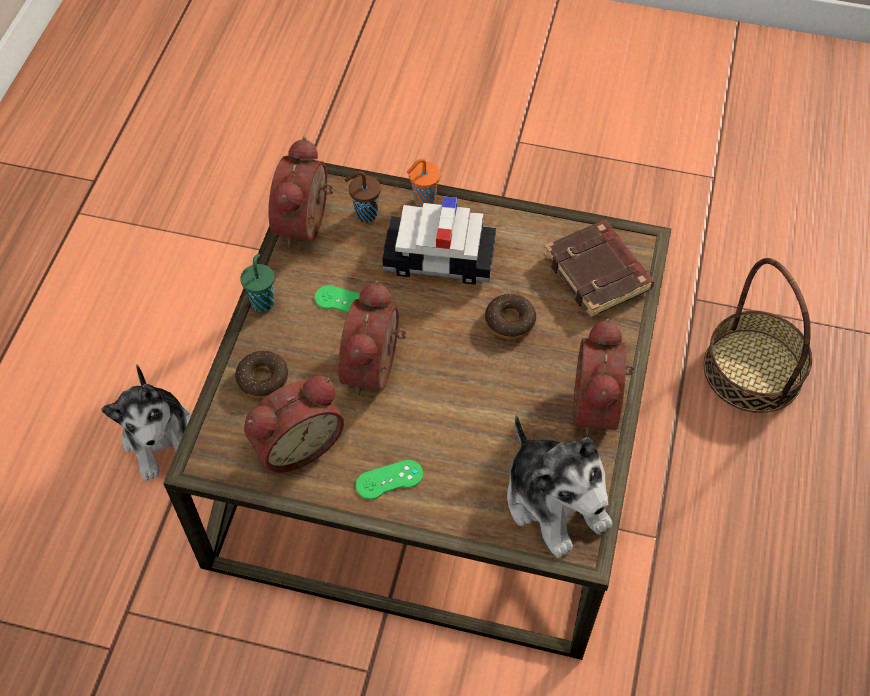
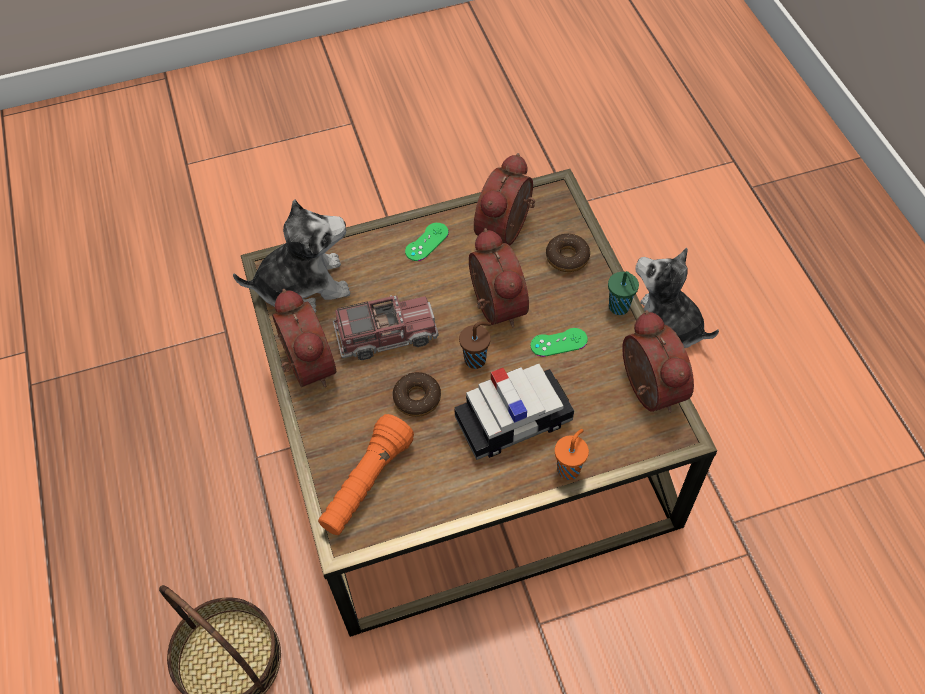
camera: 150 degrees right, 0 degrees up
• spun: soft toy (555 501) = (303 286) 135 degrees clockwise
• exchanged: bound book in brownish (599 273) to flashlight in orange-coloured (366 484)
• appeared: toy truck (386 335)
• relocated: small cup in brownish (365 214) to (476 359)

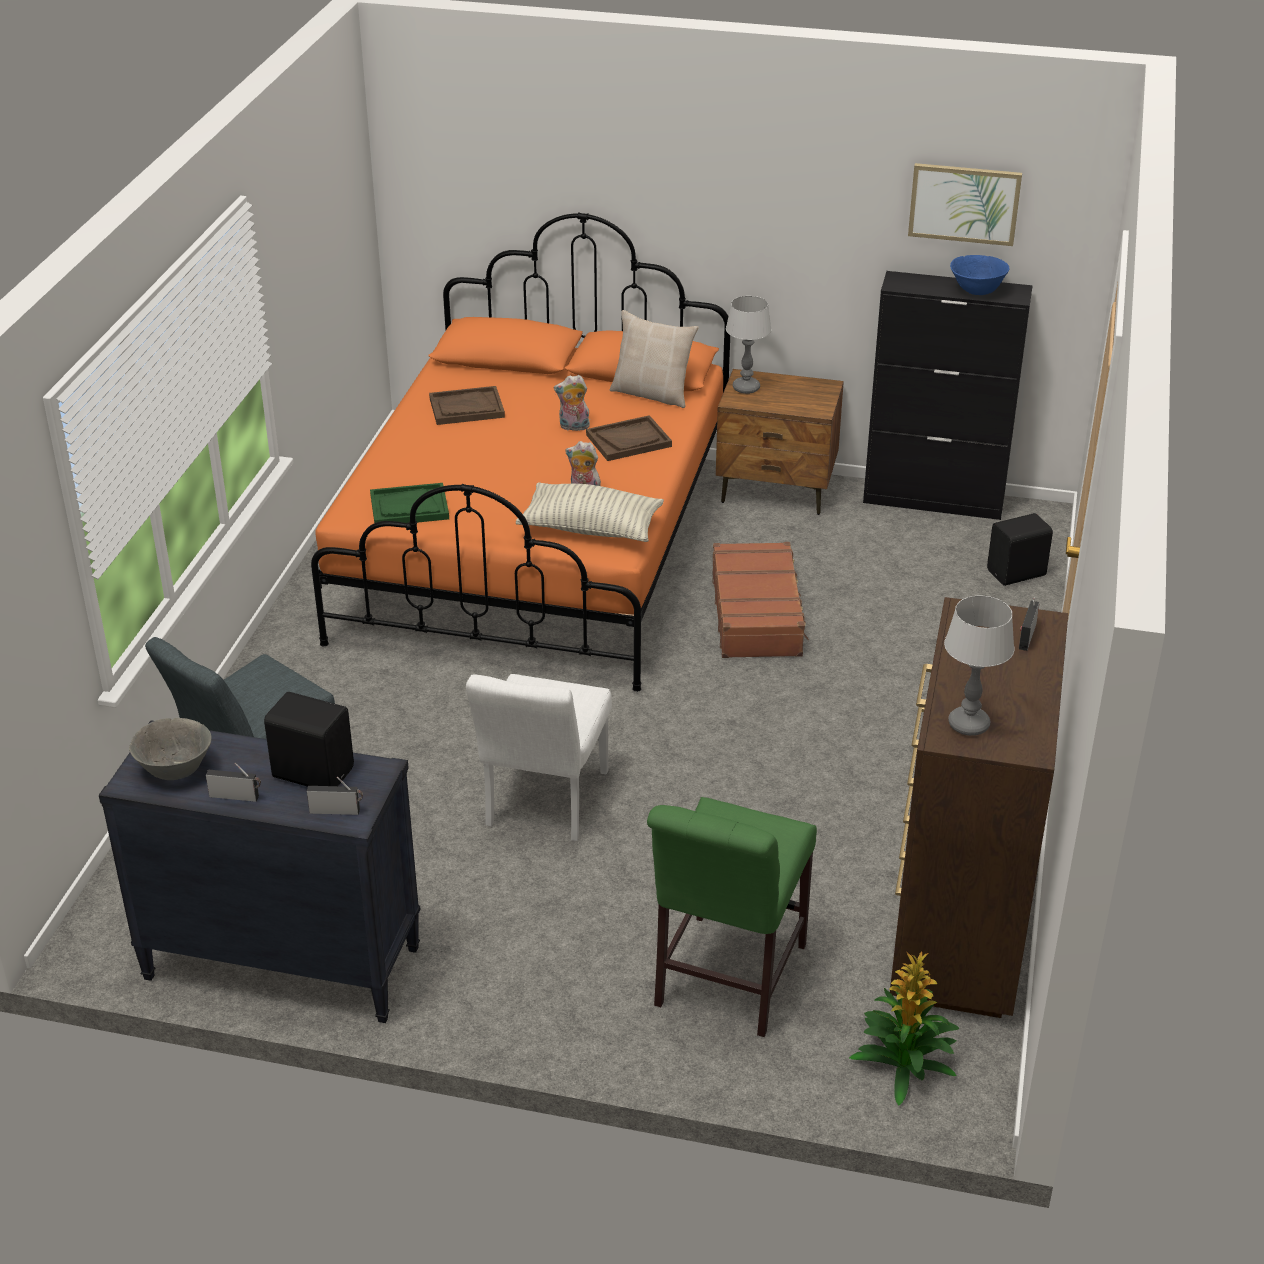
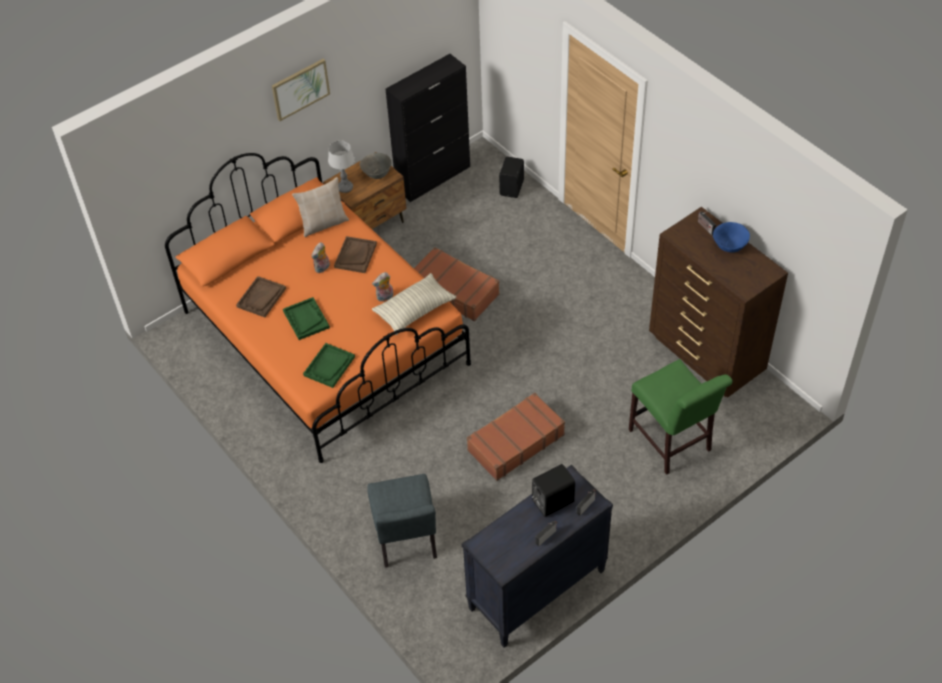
camera: 50 degrees left, 15 degrees up
• relocated: picture (964 203) to (300 89)
• appeared: carrying tray in greenish (306 319)
• relocated: serving bowl in greyish (175 770) to (377 174)
• exchanged: plain chair in whitish (543 805) to piece of luggage in brownish (515 442)
• relocated: serving bowl in blue (976 292) to (729 247)
• missing: potted plant (904 1063)
• missing: tabletop lamp (968 725)

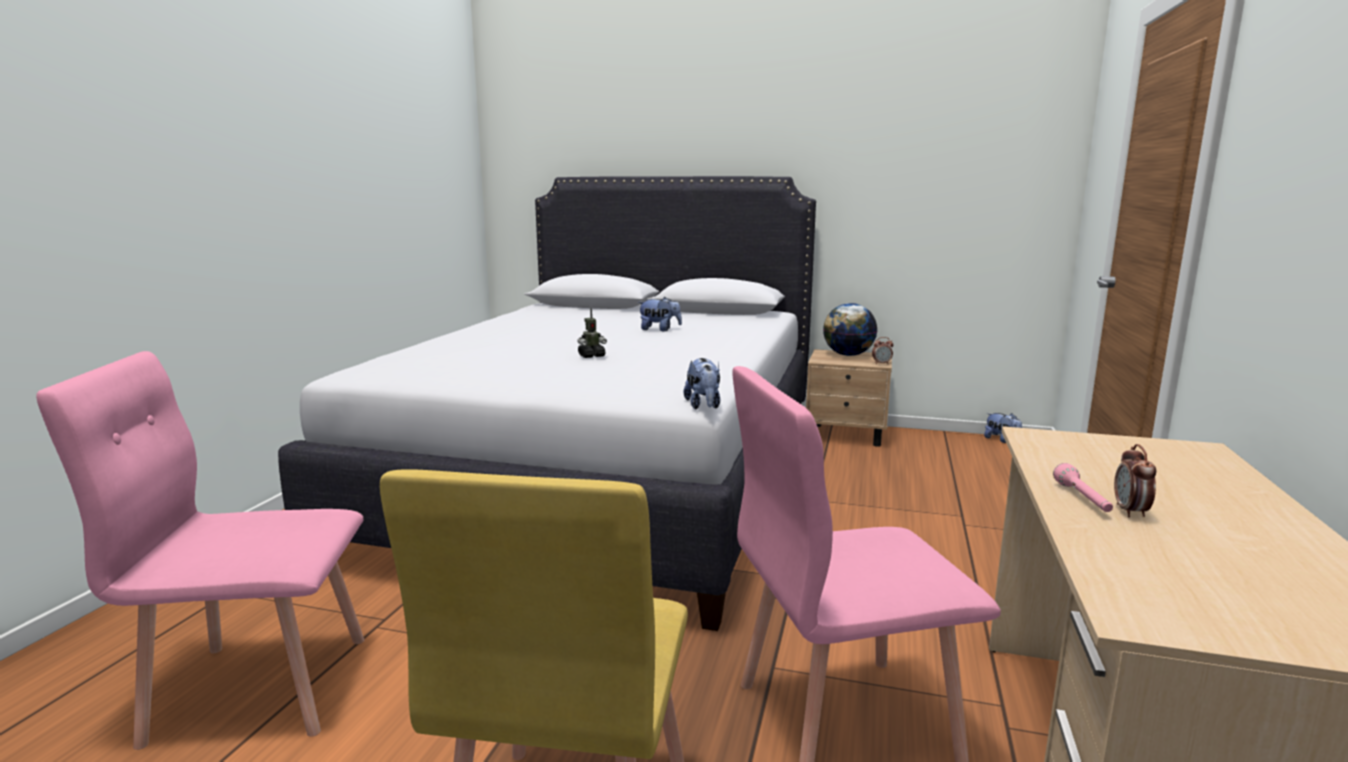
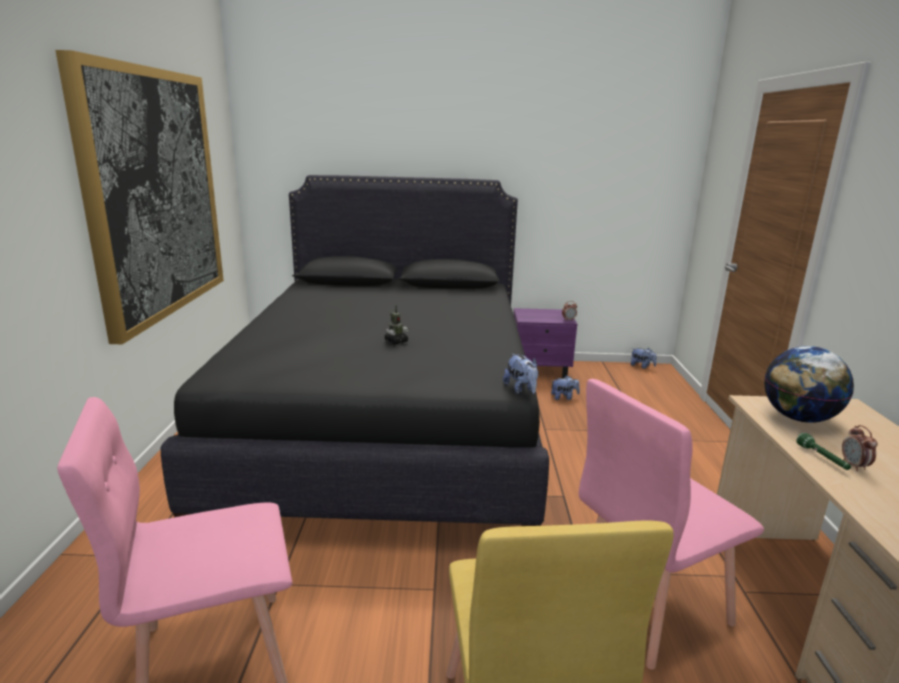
camera: 15 degrees left, 5 degrees up
• appeared: picture (154 194)
• colour: bedroom bed in whitish (606 477) to bedroom bed in blackish (386 424)
• colour: night table in beige (847 435) to night table in purple (540 370)
• relocated: soft toy (659 330) to (564 397)
• relocated: globe (848 355) to (798 418)
• colour: flashlight in pink-coloured (1083 499) to flashlight in greenish (822 458)

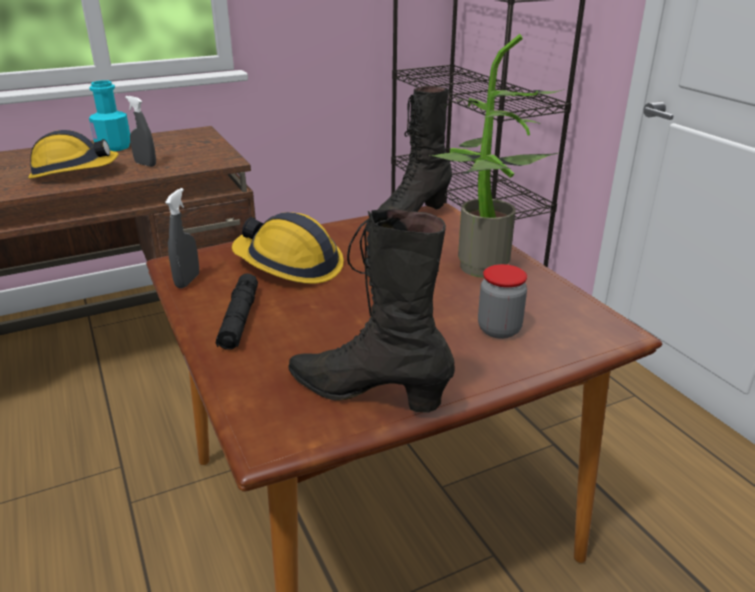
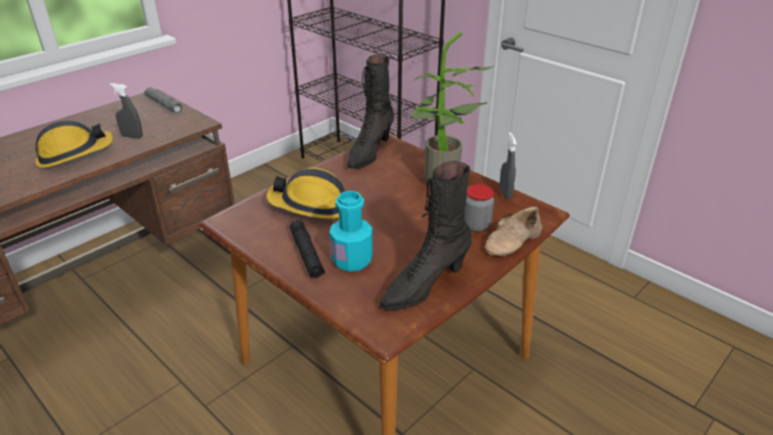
camera: 20 degrees left, 5 degrees up
• appeared: flashlight in greyish (164 104)
• relocated: bottle in blue-green (114 147) to (352 260)
• spun: high-top boot in blackish (367 393) = (424 286) 45 degrees counterclockwise
• appeared: shoe in beige (514 241)
• relocated: sprayer in greyish (187 281) to (505 193)

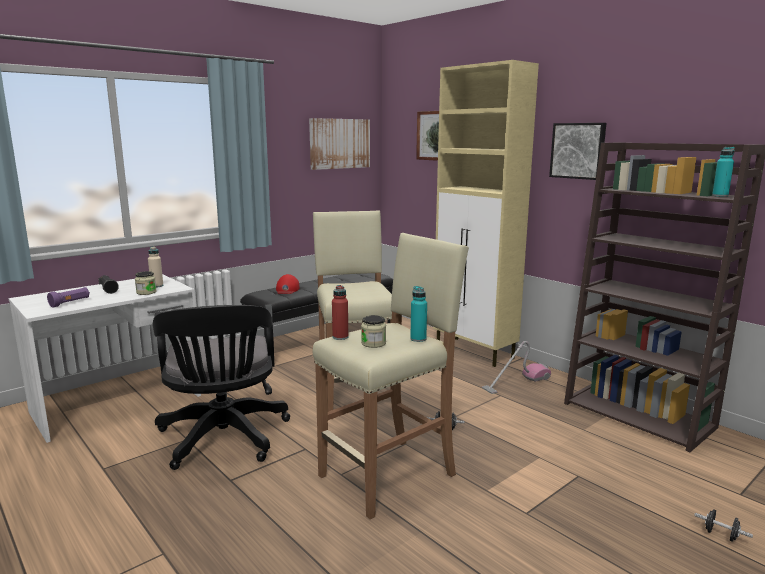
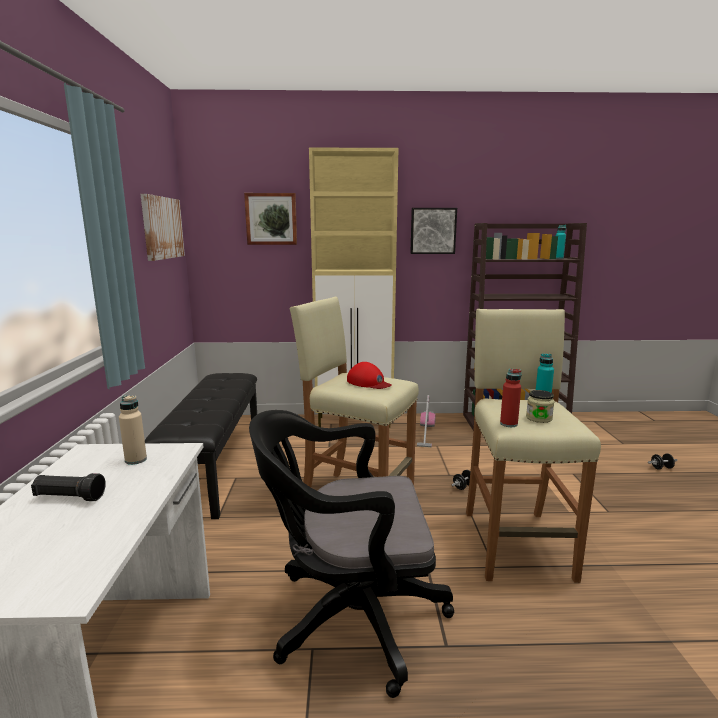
camera: 50 degrees left, 0 degrees up
• spun: computer chair in blackish (223 440) = (349 617) 150 degrees clockwise
• relocated: baseball cap in red-coloured (287 290) to (368 382)
• missing: flashlight in purple (70 303)
• missing: jar (146 292)

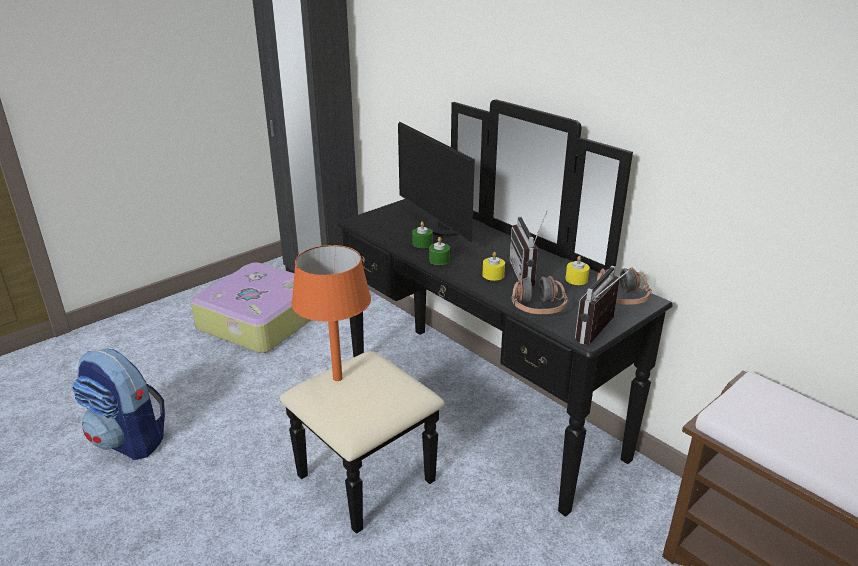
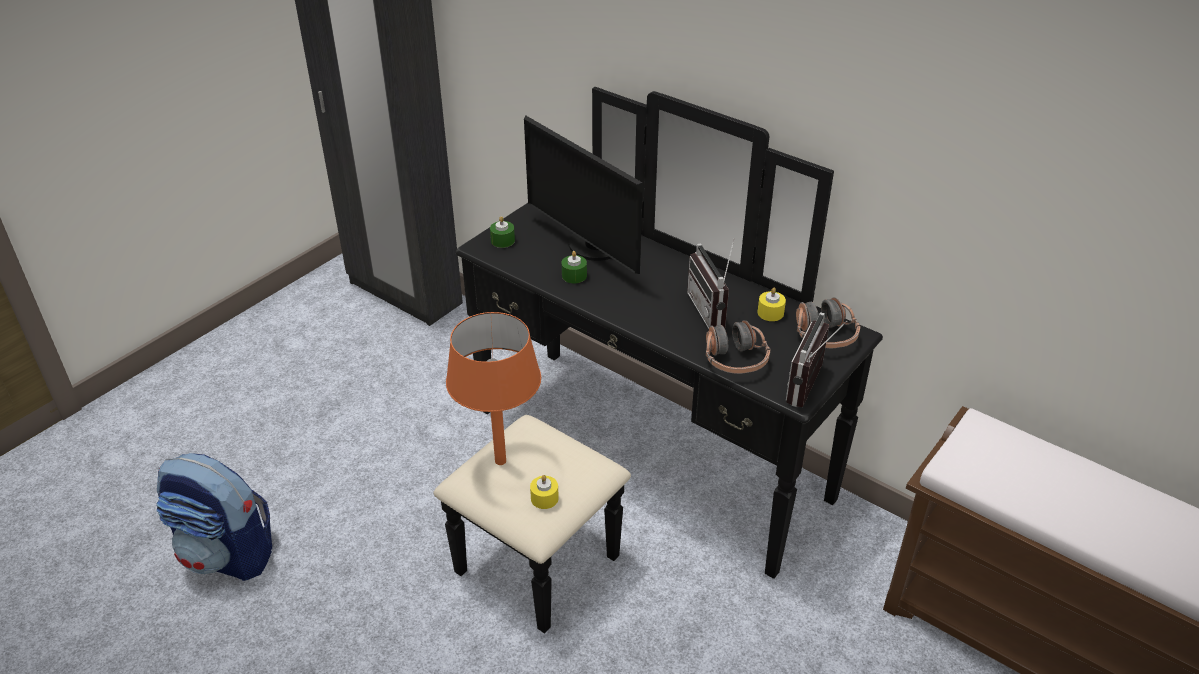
camera: 10 degrees left, 10 degrees up
• relocated: wax candle in greenish (439 260) to (502 240)
• relocated: wax candle in yellowish (493 275) to (544 498)
• missing: piece of luggage (259 320)

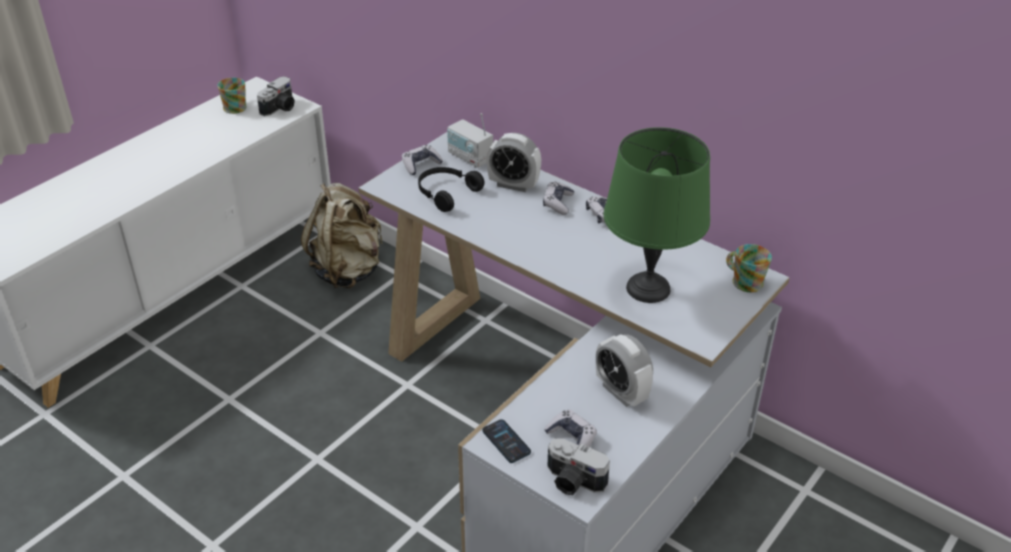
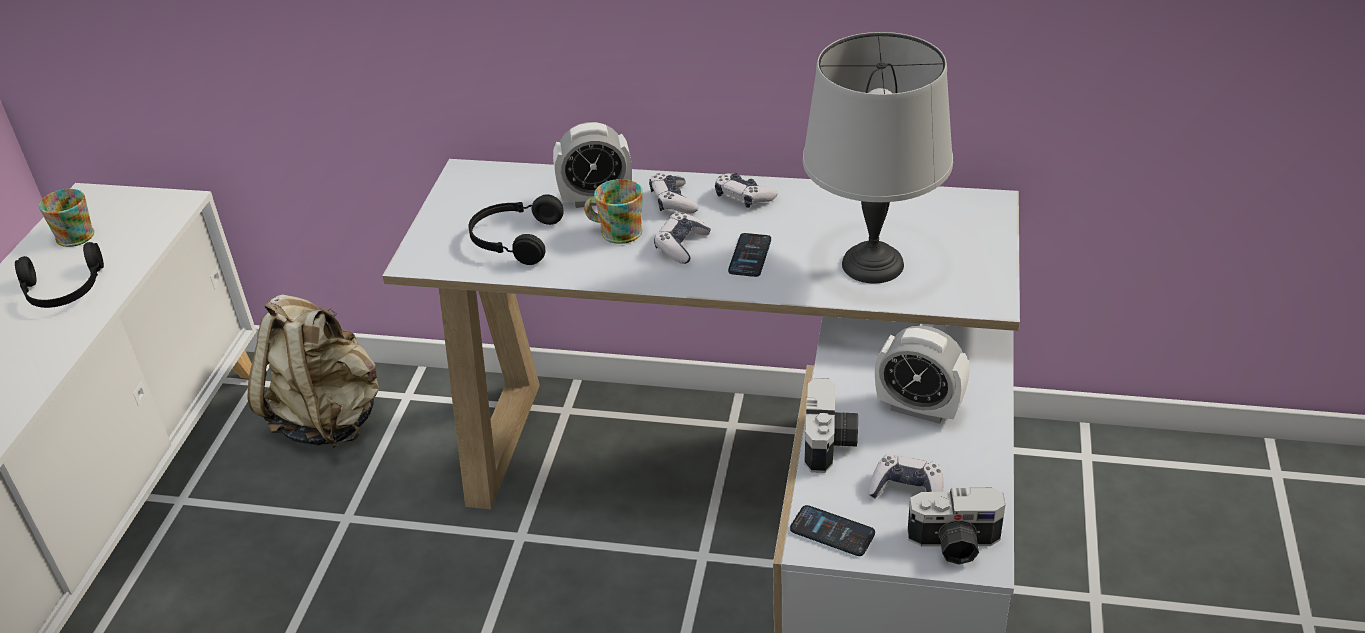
camera: 25 degrees left, 0 degrees up
• appeared: pair of headphones in blackish (64 290)
• relocated: tea mug (743 281) to (616 231)
• relocated: game controller (421 165) to (681 245)
• appeared: telephone (750 256)
• colour: tabletop lamp in greenish (647 289) to tabletop lamp in greyish (872 265)
• relocated: still camera (280 108) to (831 443)
• missing: radio receiver (470 158)

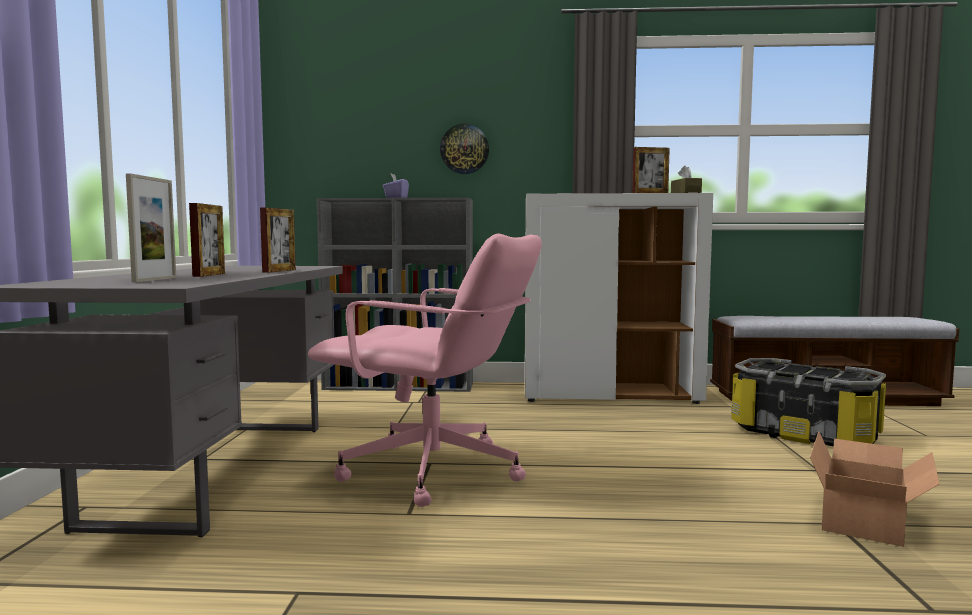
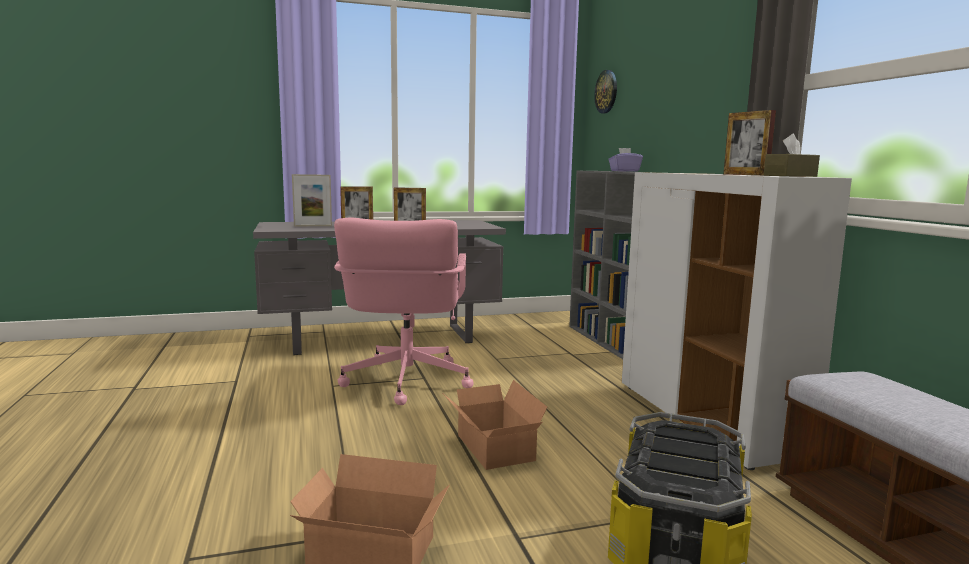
camera: 70 degrees right, 5 degrees up
• appeared: cardboard box (492 449)
• relocated: hanging clock (464 149) to (606 92)

